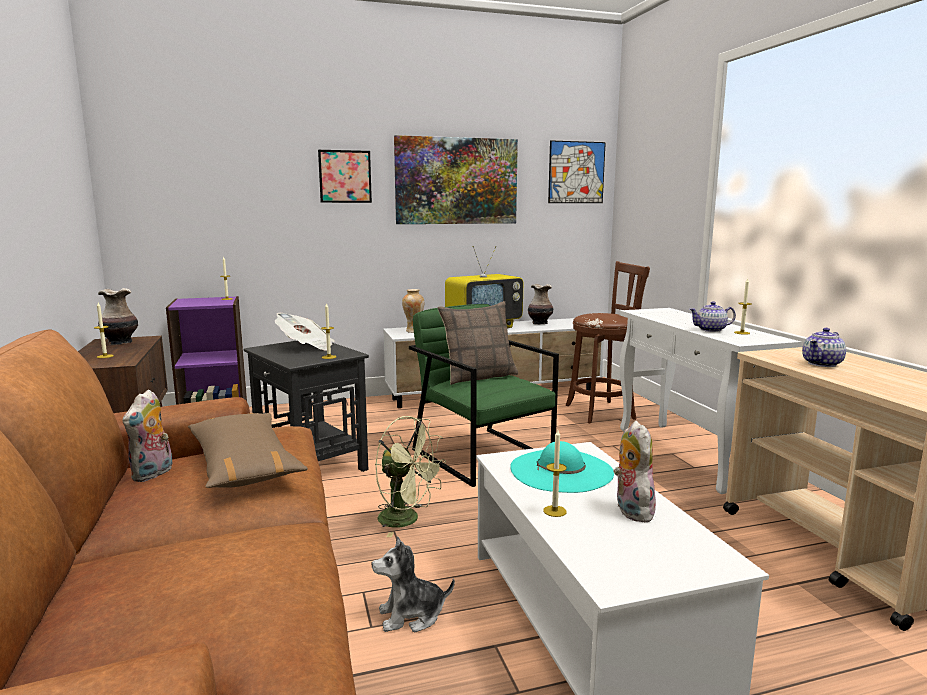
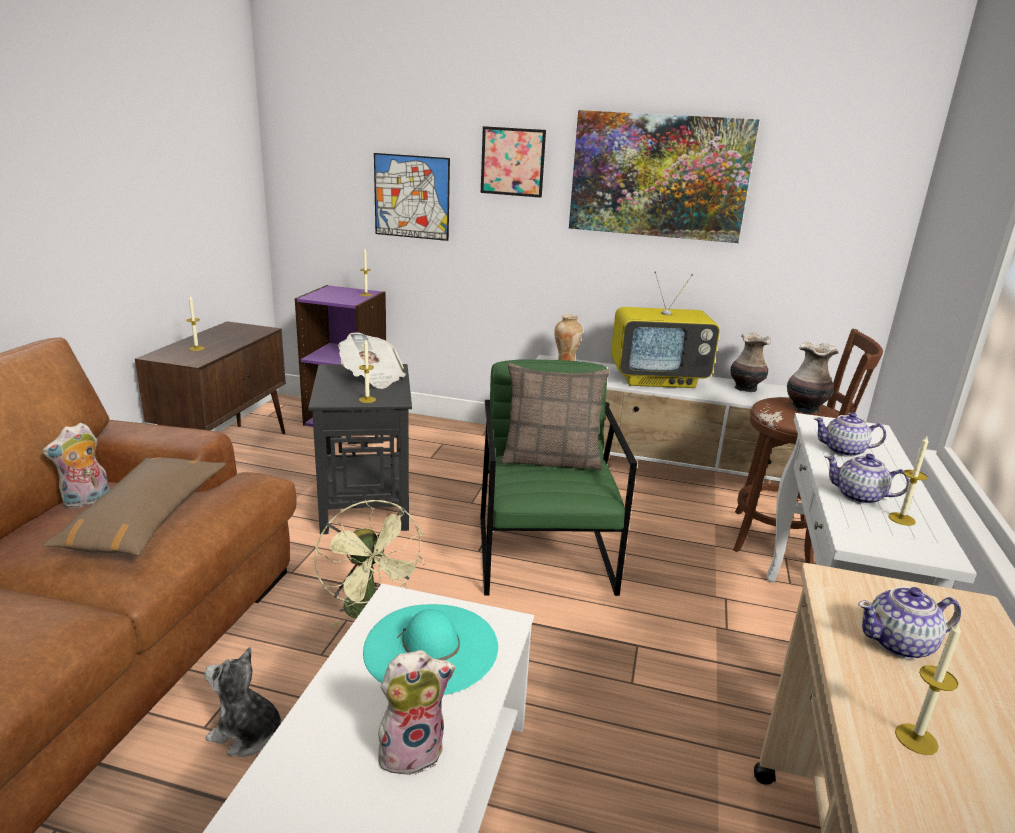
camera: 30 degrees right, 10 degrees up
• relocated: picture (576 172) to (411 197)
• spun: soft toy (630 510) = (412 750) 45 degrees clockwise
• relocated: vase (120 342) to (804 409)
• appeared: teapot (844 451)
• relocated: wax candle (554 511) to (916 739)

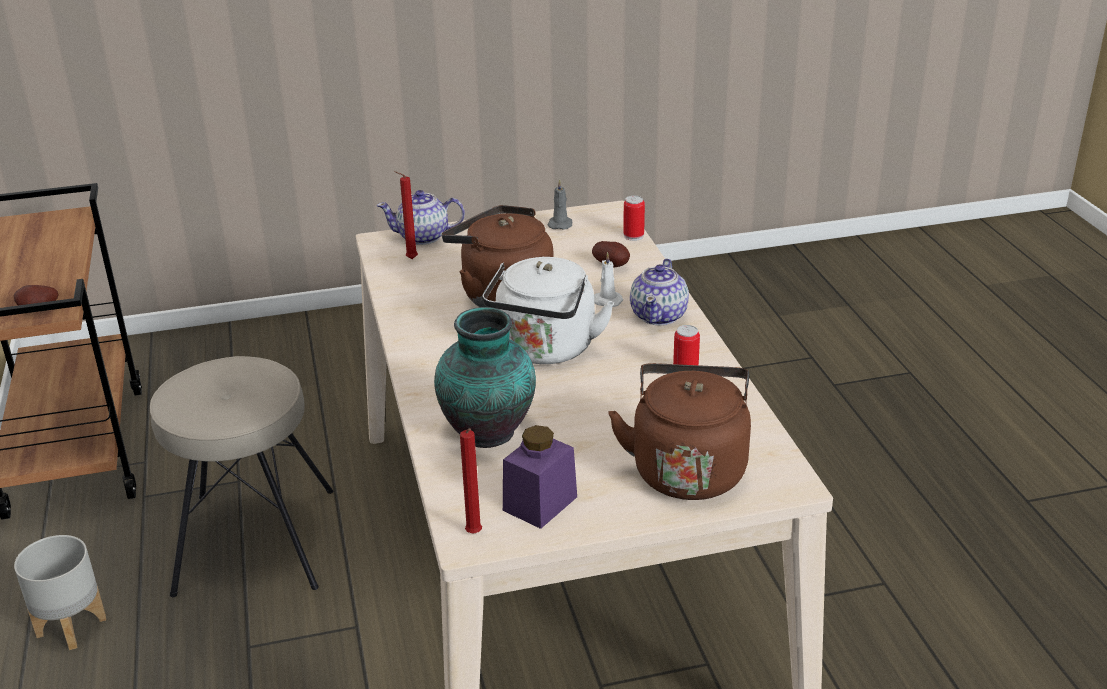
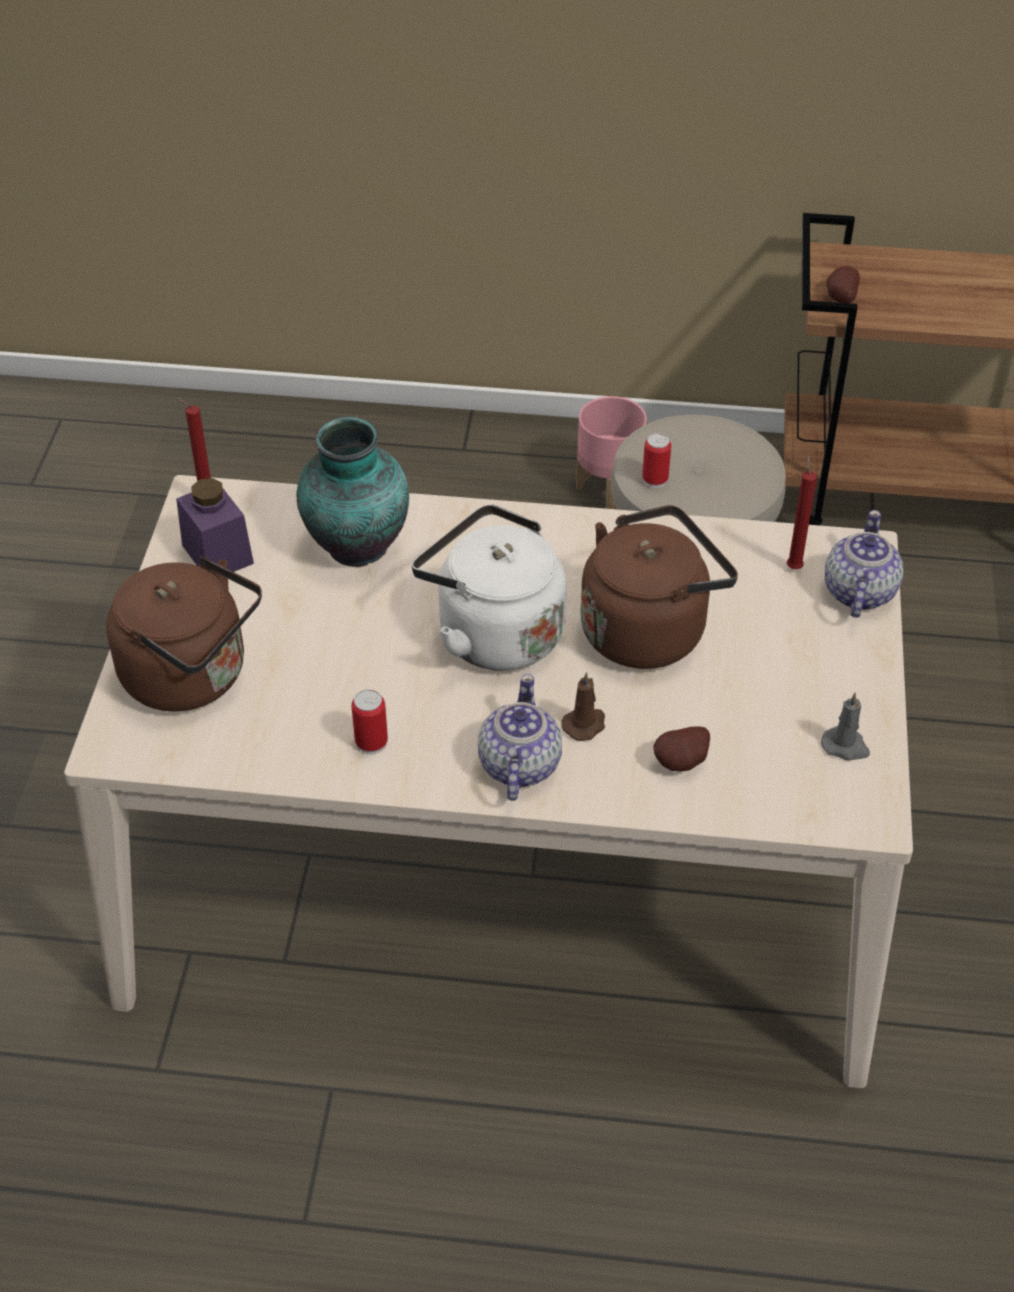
camera: 110 degrees right, 15 degrees up
• spun: teapot (659 315) = (518 766) 60 degrees clockwise
• colour: wax candle in whitish (606 301) to wax candle in brownish (585 724)
• colour: planter in greyish (70 626) to planter in pink-coloured (609 486)
• relocated: metal can (633 236) to (655 479)

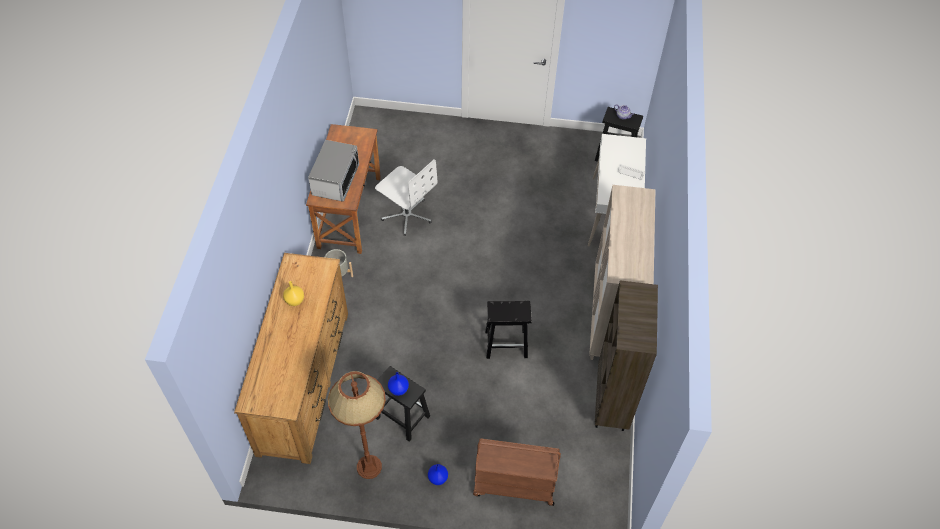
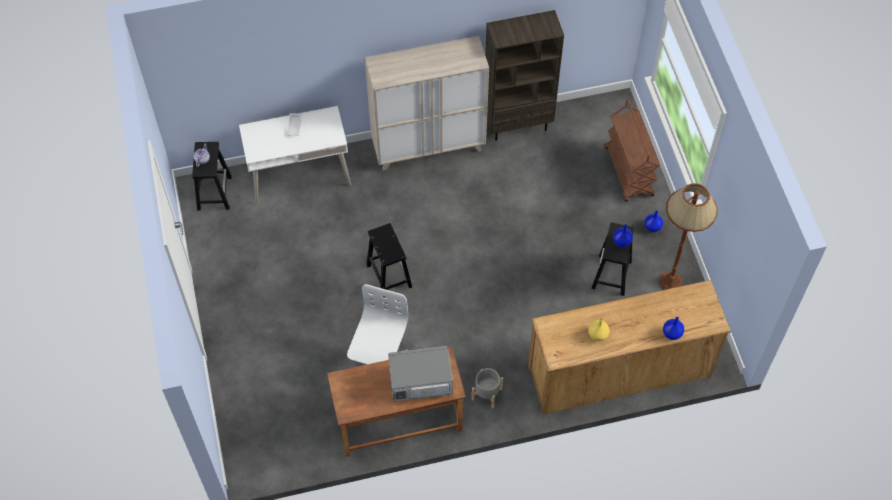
camera: 110 degrees left, 5 degrees up
• relocated: stool in blackish (507 344) to (388 275)
• appeared: vase in blue (671 333)

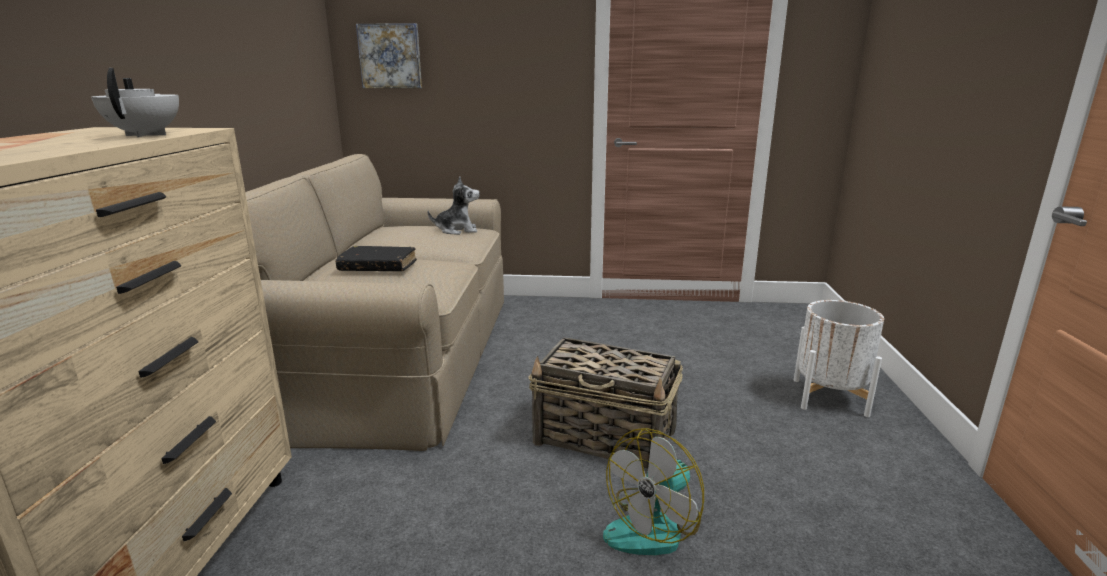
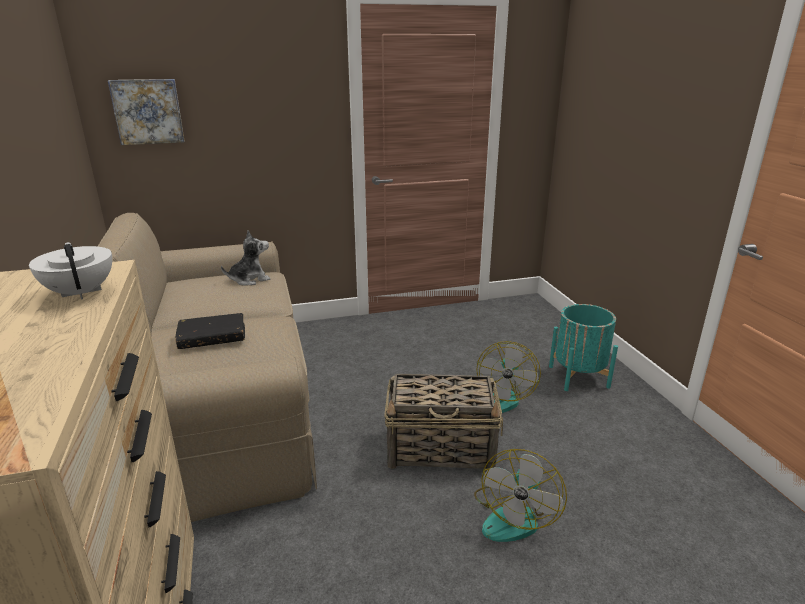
camera: 20 degrees left, 5 degrees up
• appeared: fan (499 398)
• colour: planter in whitish (829 397) to planter in blue-green (578 376)

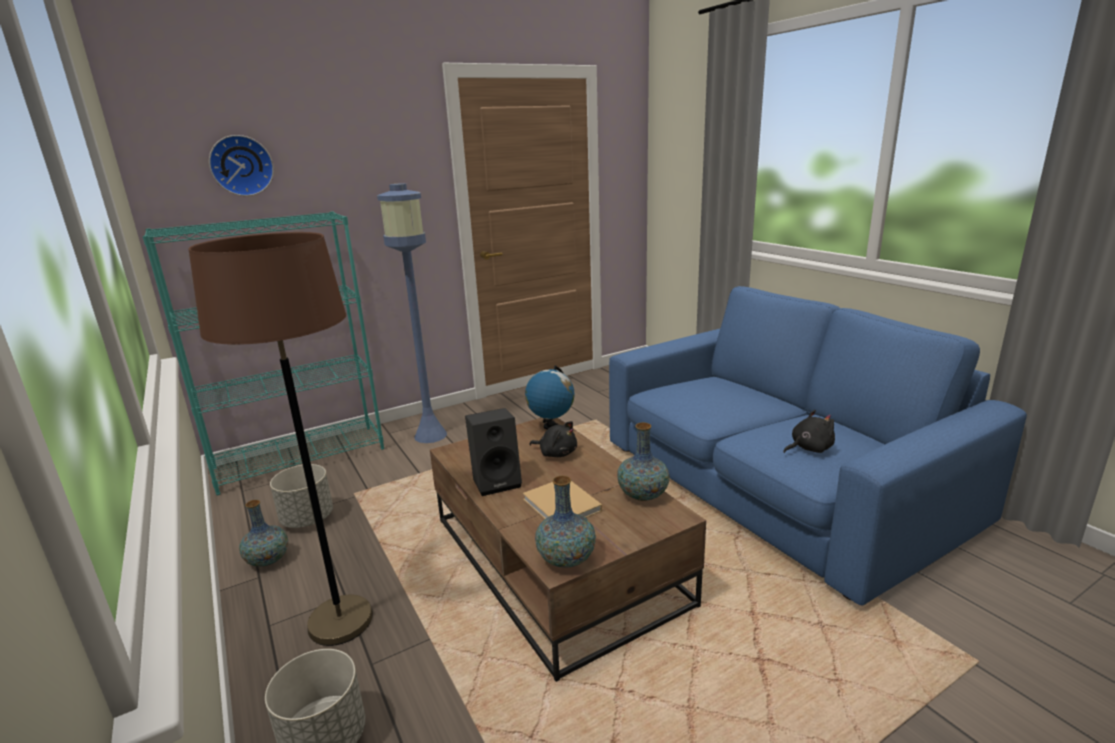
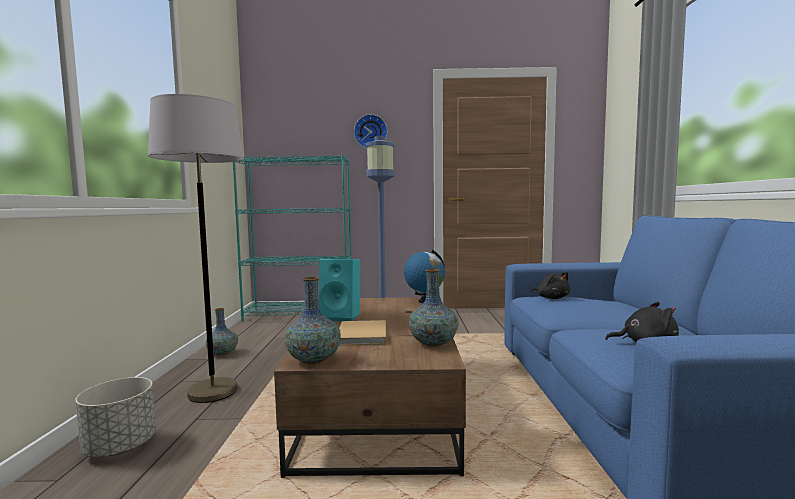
camera: 30 degrees right, 15 degrees down
• colour: standard lamp in brownish (340 621) to standard lamp in greyish (213 392)
• colour: audio speaker in blackish (497 481) to audio speaker in blue-green (342 317)
• relocated: hanging clock (241 165) to (370 132)
• relocated: soft toy in blackish (556 453) to (551 298)
• missing: planter in greyish (307 519)

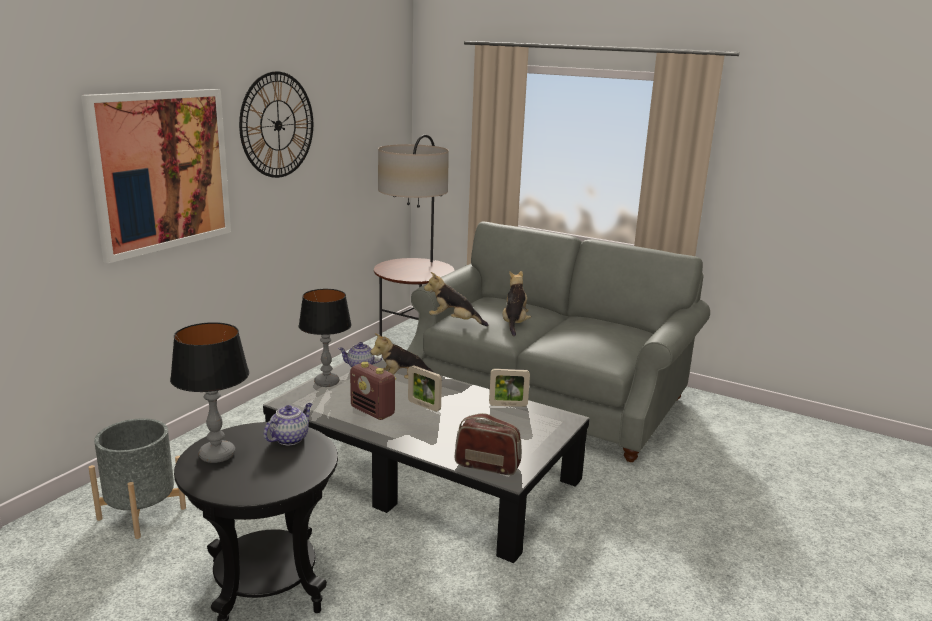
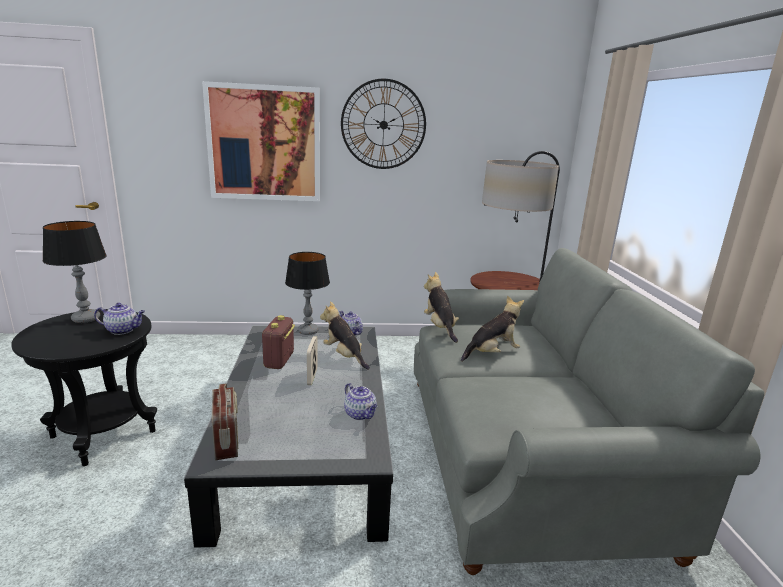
camera: 55 degrees right, 0 degrees up
• exchanged: picture frame (508 405) to teapot (360 414)
• missing: planter in greyish (142 513)

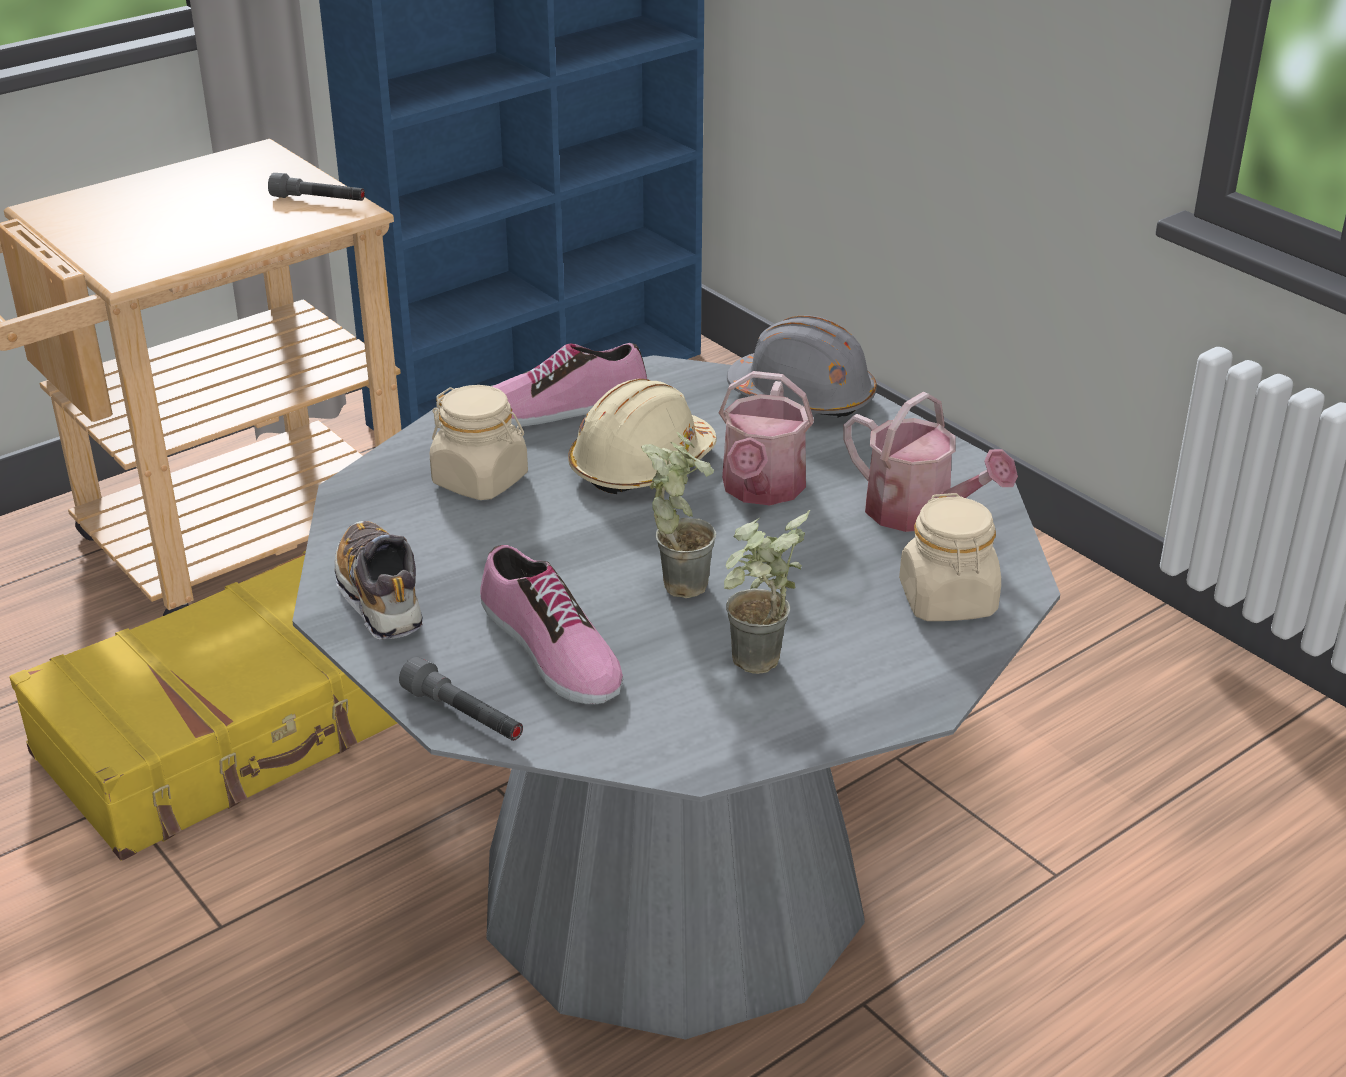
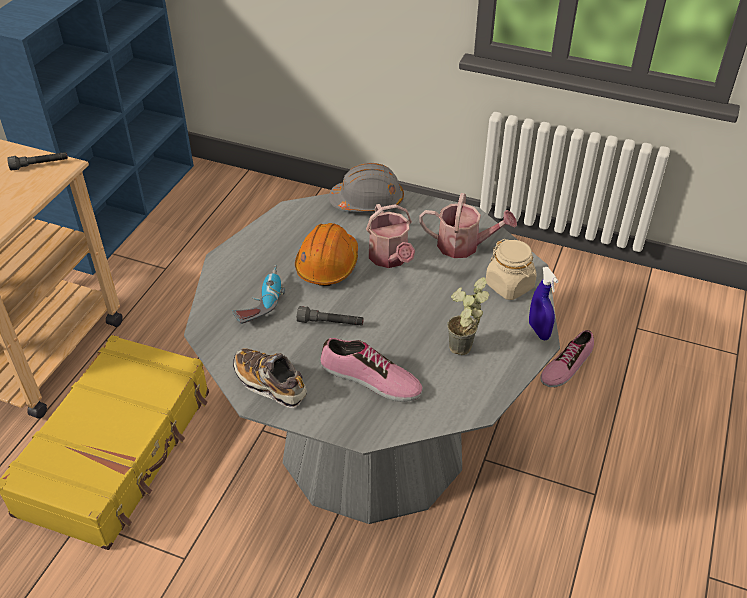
camera: 30 degrees left, 10 degrees up
• exchanged: jar in beige (481 480) to power drill (261 301)
• colour: work helmet in beige (641 465) to work helmet in orange-coloured (327 264)
• relocated: flashlight in greyish (464 716) to (330 323)
• appeared: sprayer in blue (539 331)
• relocated: shoe (559 406) to (566 365)
• missing: potted plant (677 579)

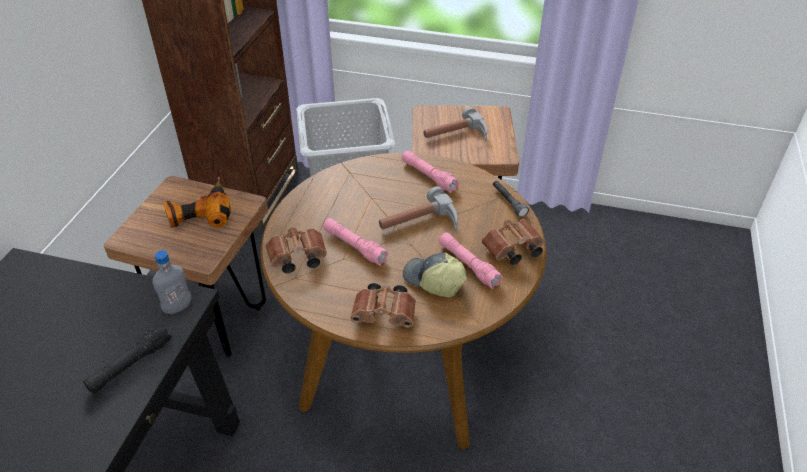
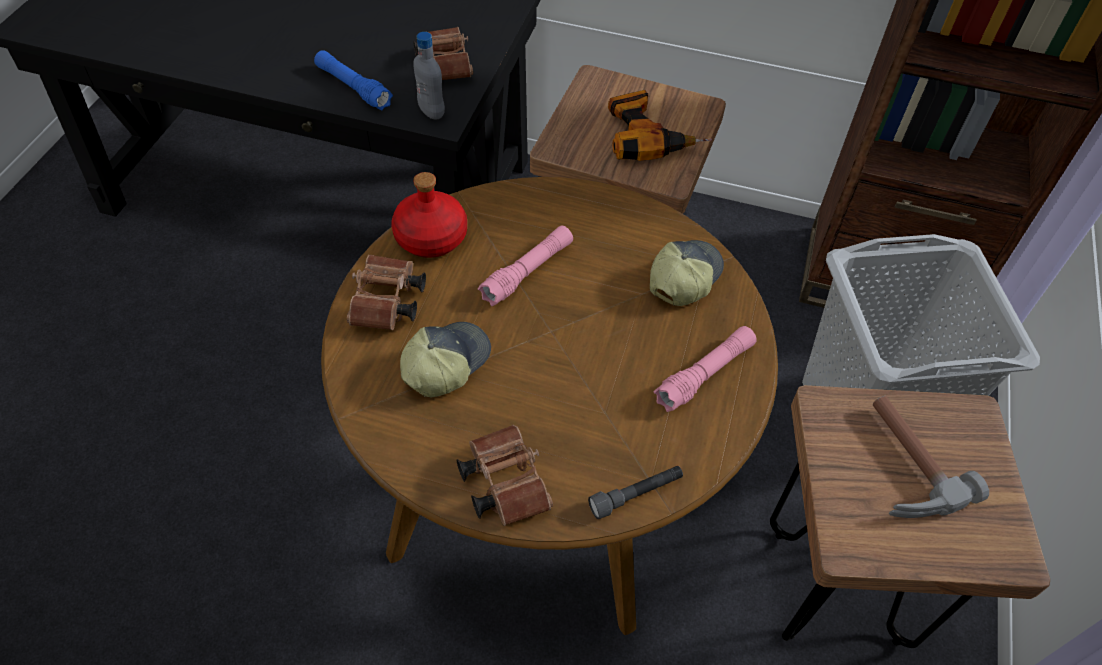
camera: 90 degrees right, 10 degrees up
• colour: flashlight in blackish (130 365) to flashlight in blue (353 88)
• appeared: bottle in red-coloured (431 238)
• relocated: field glasses in brownish (296 259) to (444 65)
• appeared: baseball cap (683 277)
• missing: hand hammer (420 225)
• missing: flashlight in pink-coloured (468 265)

